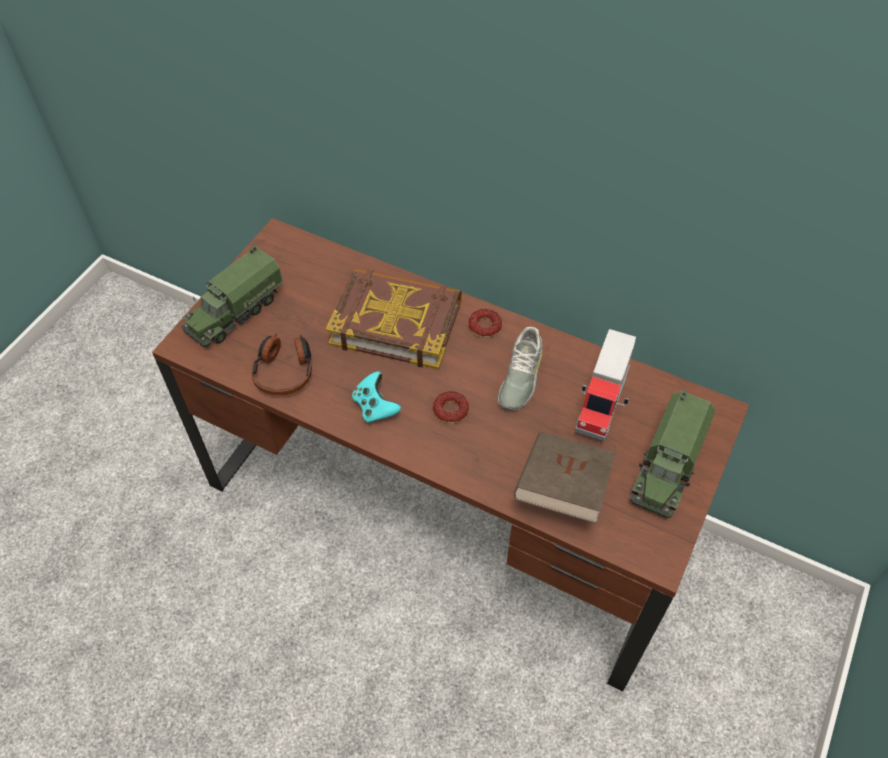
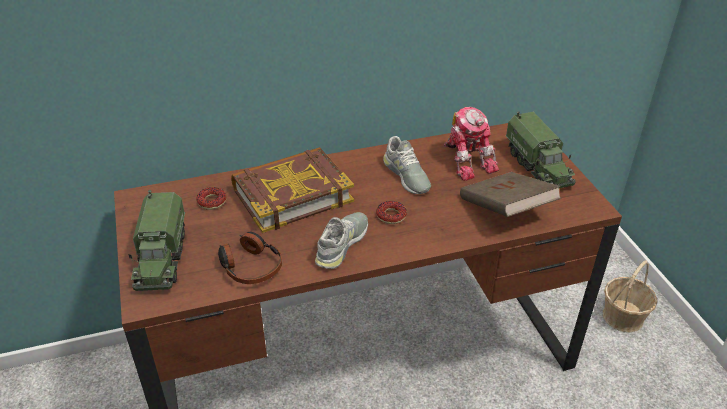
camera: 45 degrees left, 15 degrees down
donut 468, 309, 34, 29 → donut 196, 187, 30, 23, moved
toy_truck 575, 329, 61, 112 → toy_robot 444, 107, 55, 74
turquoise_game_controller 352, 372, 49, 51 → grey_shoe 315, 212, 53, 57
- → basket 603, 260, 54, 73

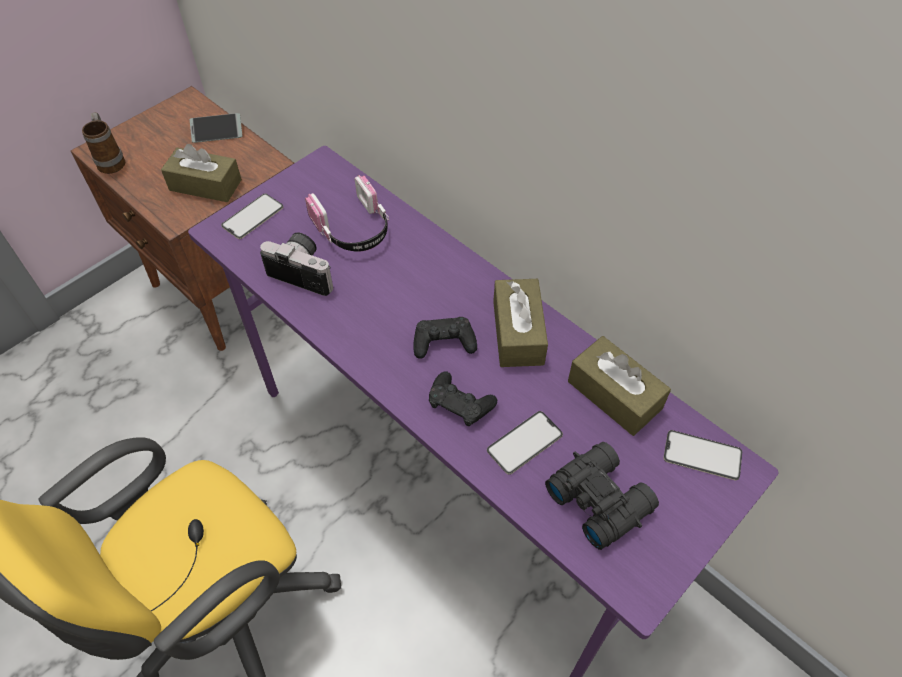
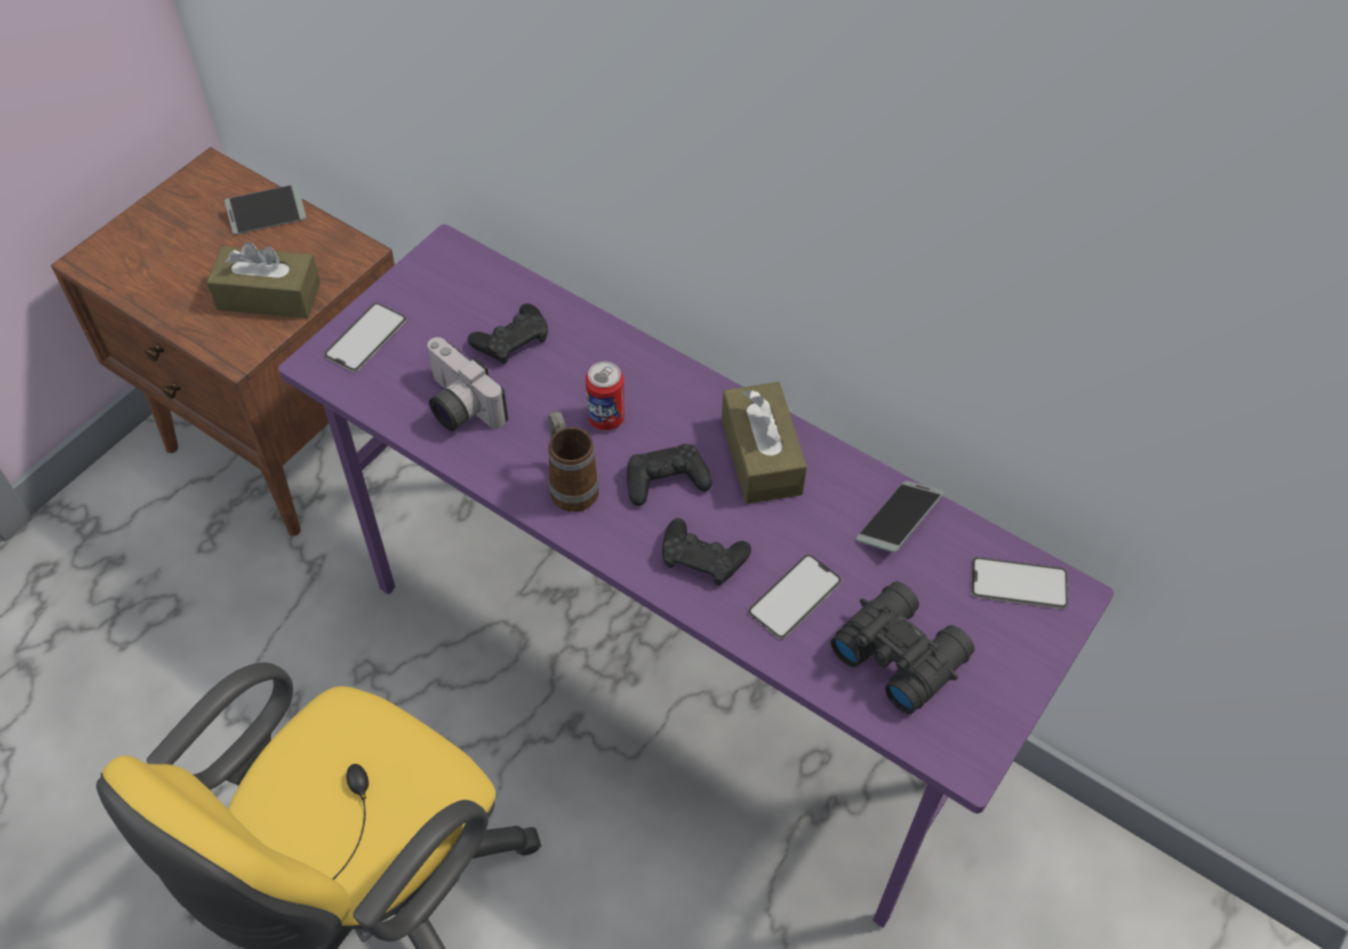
camera: 10 degrees left, 0 degrees up
mug 82, 112, 43, 62 → mug 548, 411, 51, 101, moved
headphones 305, 175, 84, 77 → black_game_controller 468, 303, 80, 62
photo_camera 260, 232, 73, 64 → photo_camera 427, 337, 81, 94, 150 degrees counterclockwise
brown_tissue_box 568, 336, 103, 100 → phone 856, 481, 88, 72
- → can 585, 362, 40, 68

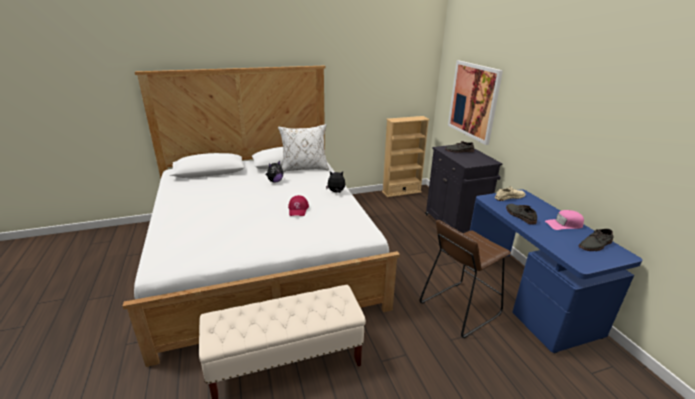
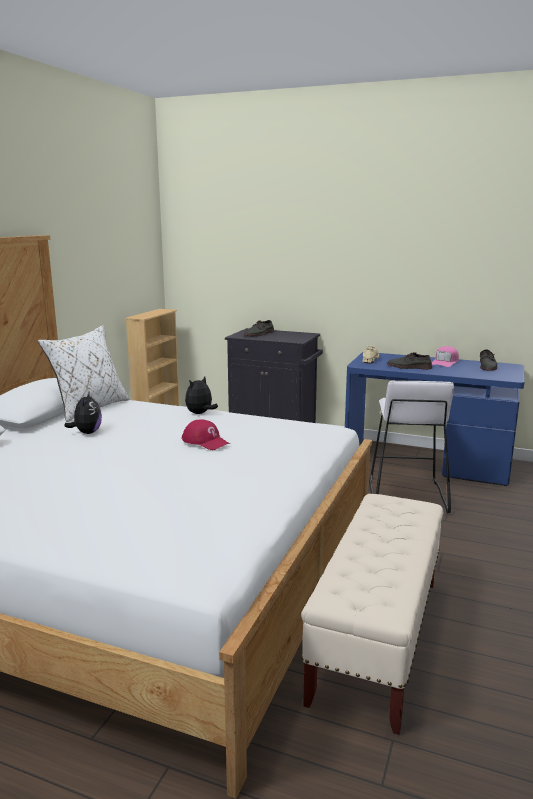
camera: 50 degrees left, 10 degrees down
picture 448, 61, 55, 84 → -
brown_stool 419, 220, 92, 118 → white_stool 369, 380, 85, 133

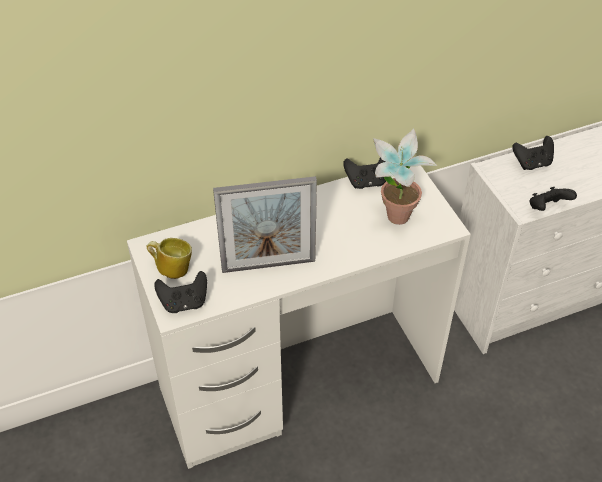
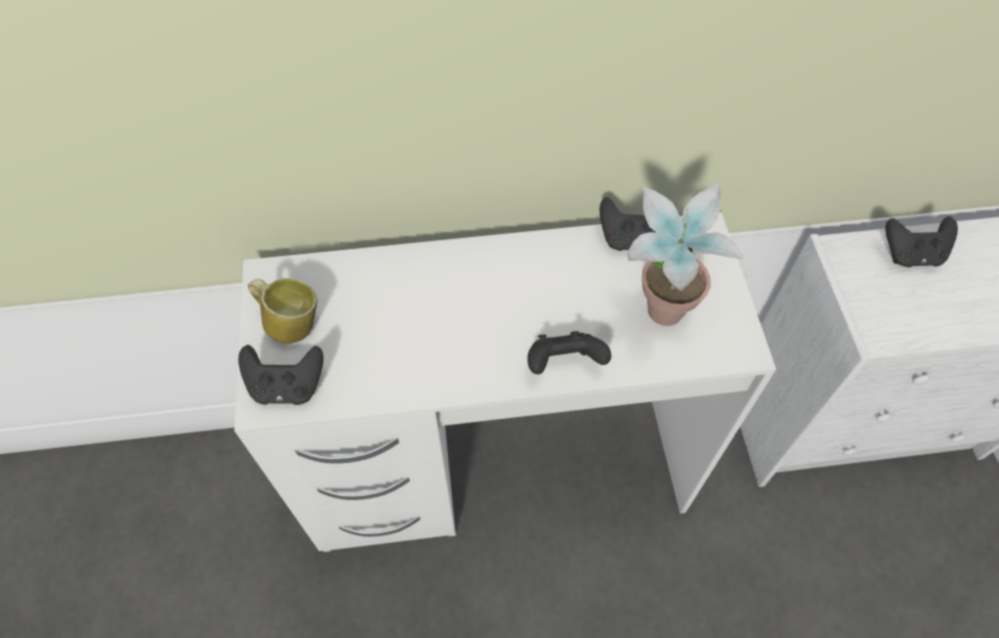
camera: 15 degrees right, 10 degrees up
picture_frame 213, 176, 104, 97 → -
black_game_controller 529, 187, 48, 24 → black_game_controller 527, 331, 84, 43, moved

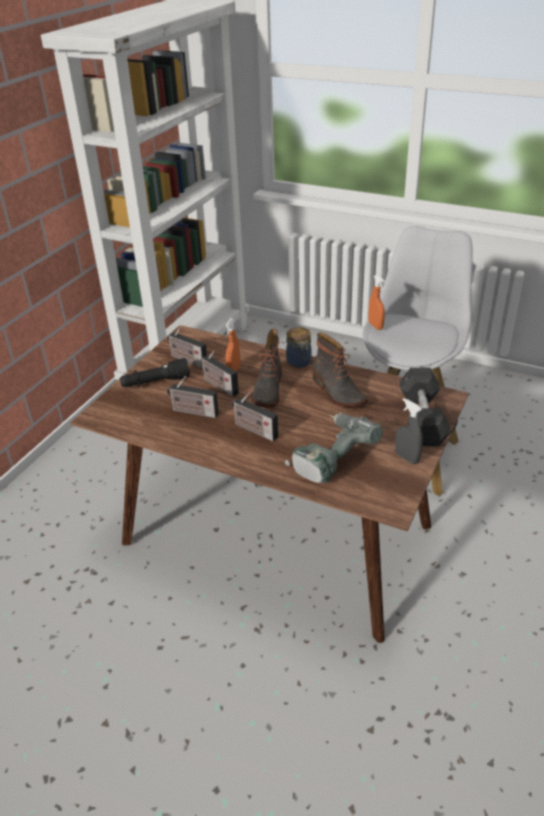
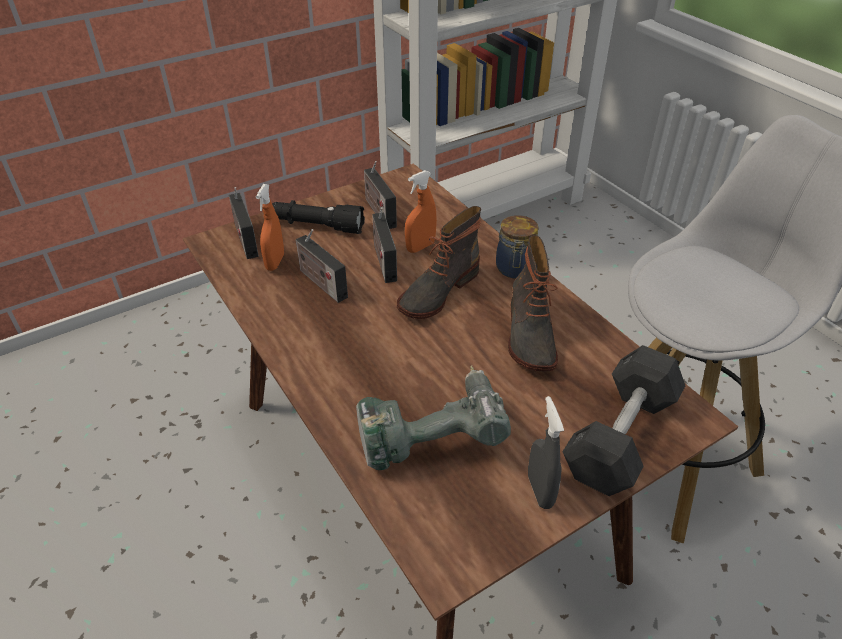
camera: 30 degrees right, 5 degrees up
orange_spray_bottle 368, 274, 17, 56 → orange_spray_bottle 256, 184, 28, 87, moved
radio 231, 393, 47, 48 → radio 229, 187, 30, 72, moved

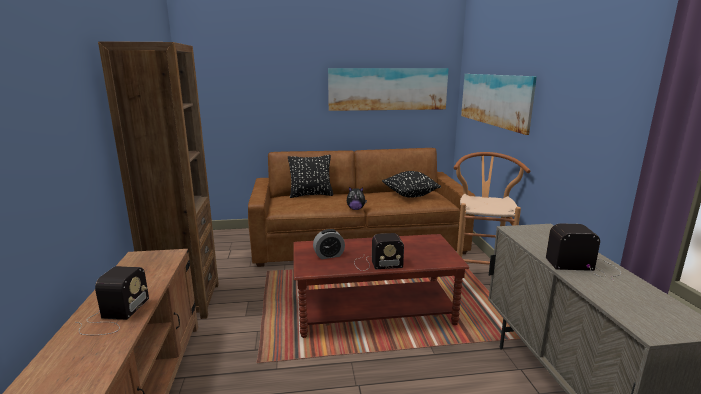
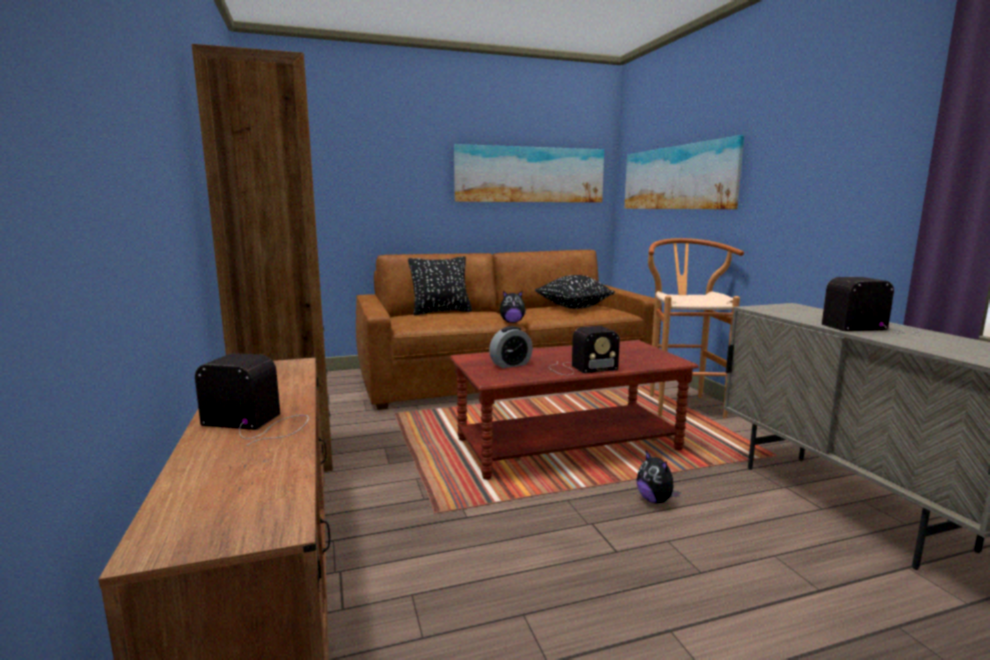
camera: 10 degrees left, 5 degrees down
radio 76, 266, 73, 69 → radio 195, 353, 114, 93, 75 degrees counterclockwise
- → plush_toy 636, 451, 44, 53

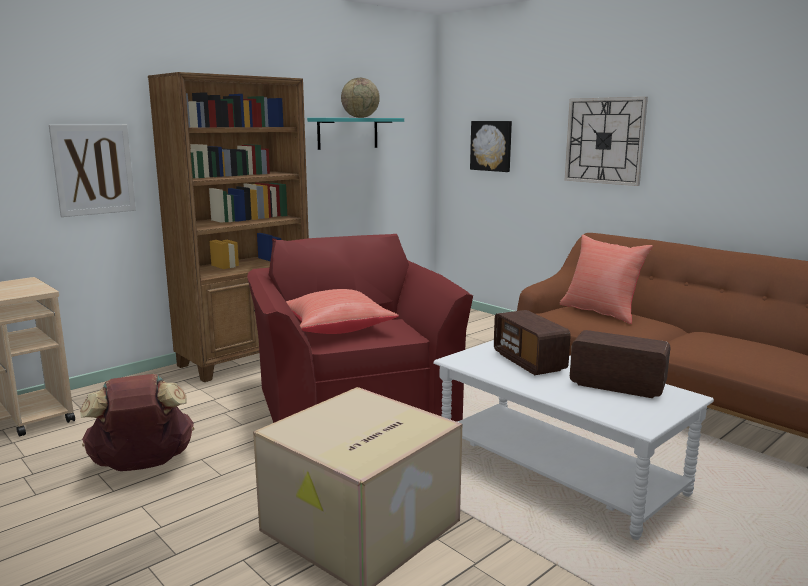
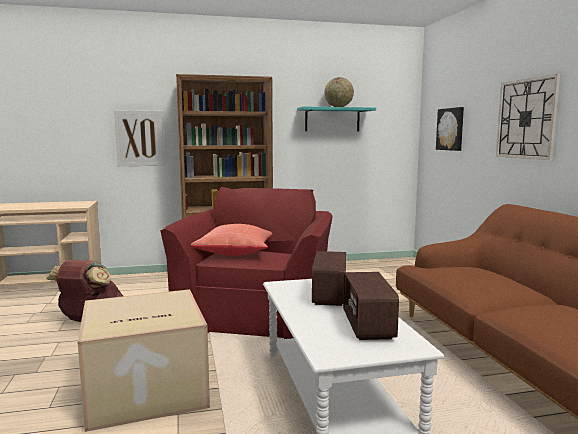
camera: 30 degrees right, 5 degrees down
red_pillow 560, 235, 93, 89 → -
radio 570, 330, 101, 68 → radio 343, 272, 56, 68, 150 degrees counterclockwise

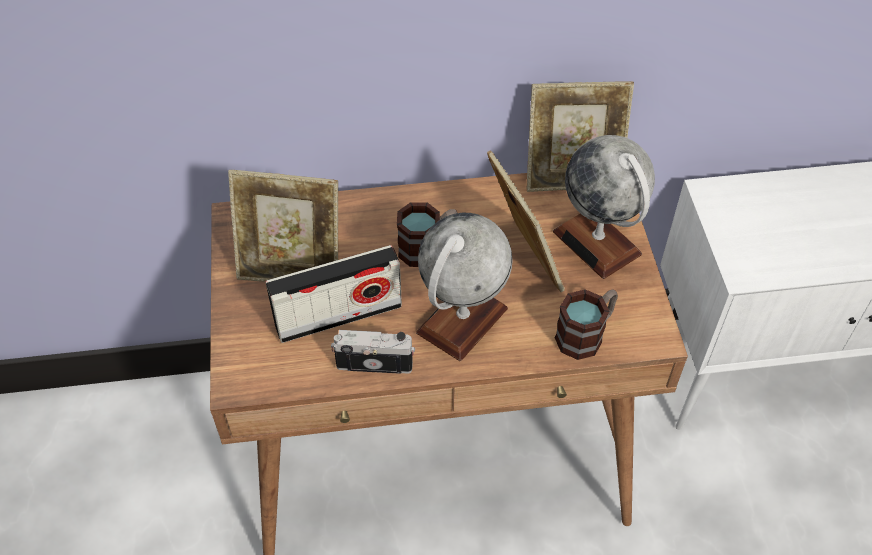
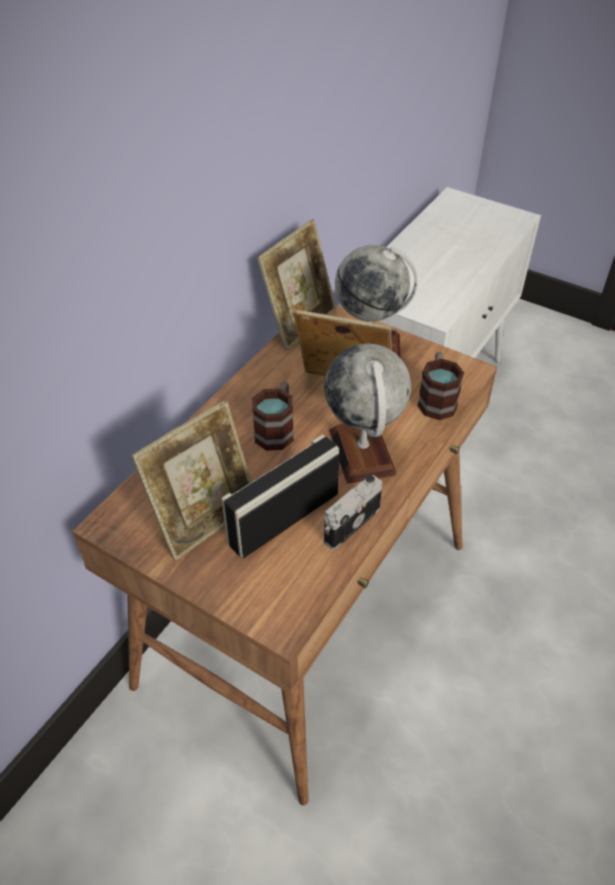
camera: 50 degrees left, 5 degrees down
radio 266, 245, 136, 98 → radio 221, 434, 119, 124, 150 degrees counterclockwise

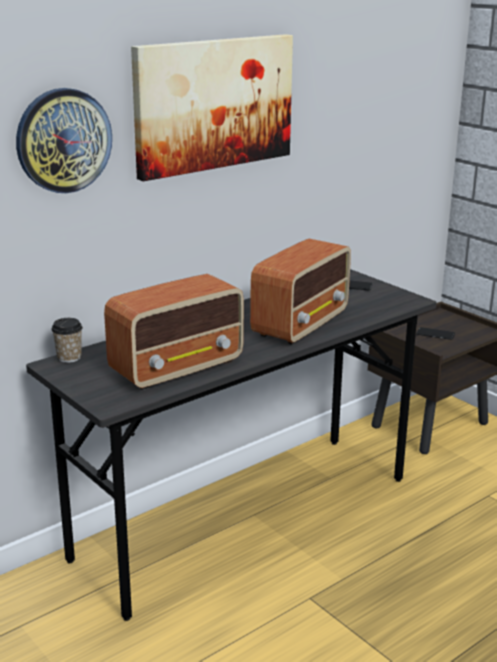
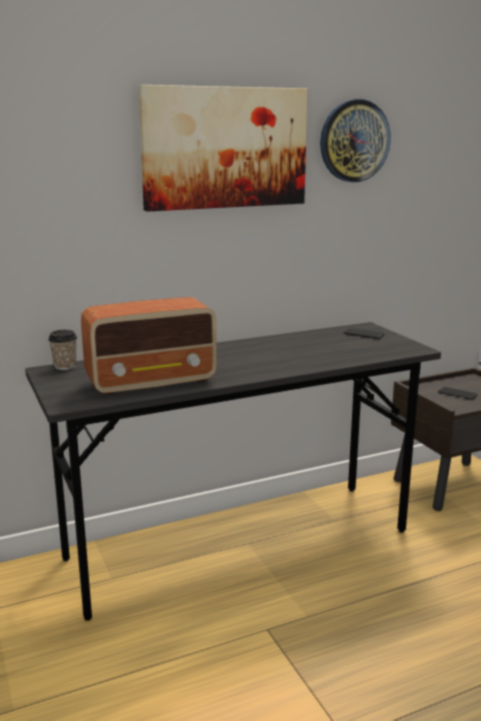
camera: 15 degrees right, 5 degrees down
wall_clock 16, 88, 96, 105 → wall_clock 320, 99, 71, 83, moved
radio 250, 239, 101, 106 → -

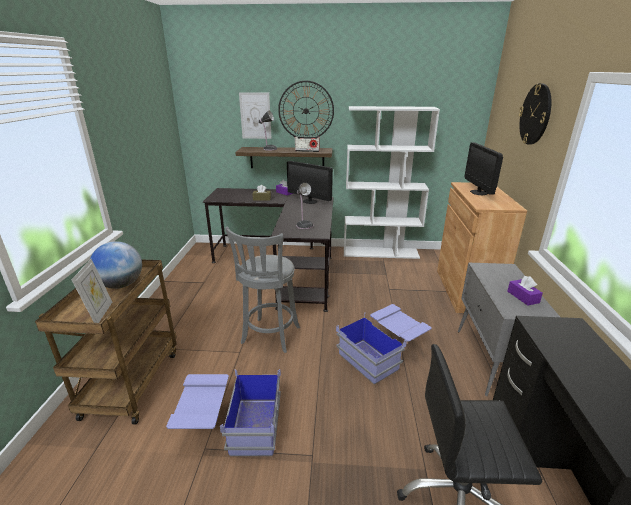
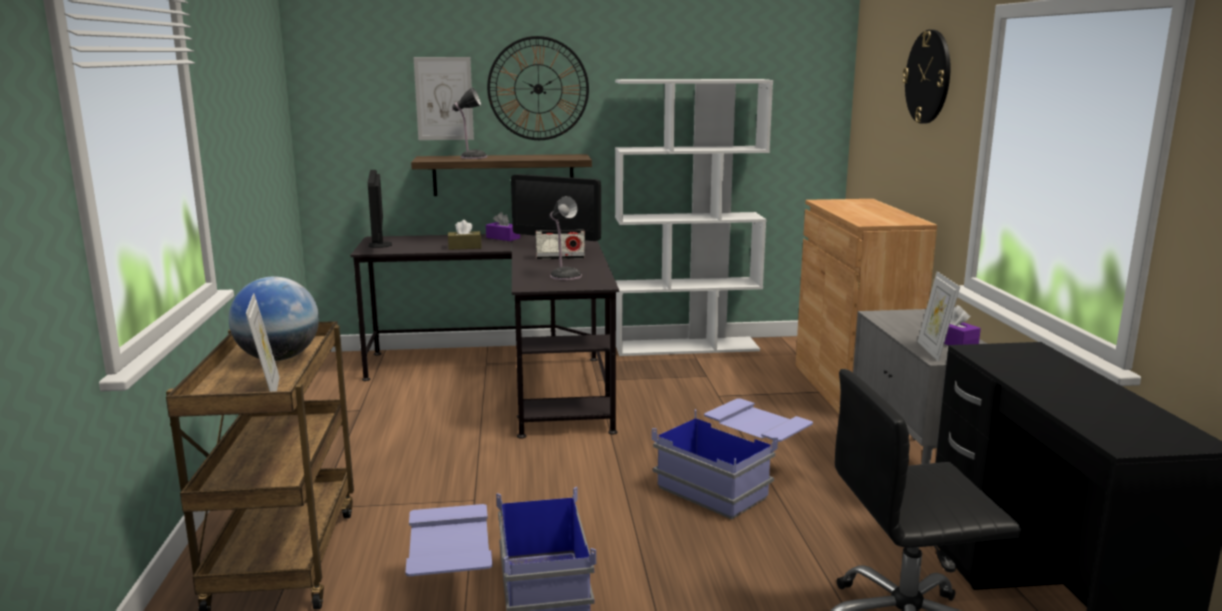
camera: 10 degrees left, 10 degrees down
radio 295, 136, 25, 16 → radio 536, 230, 49, 29, moved
monitor 465, 142, 38, 53 → monitor 368, 170, 24, 78, moved
grey_stool 225, 227, 75, 126 → -
- → picture_frame 917, 271, 43, 91

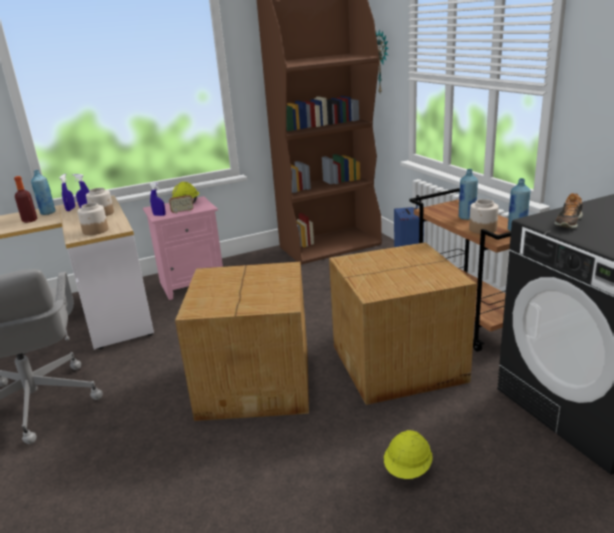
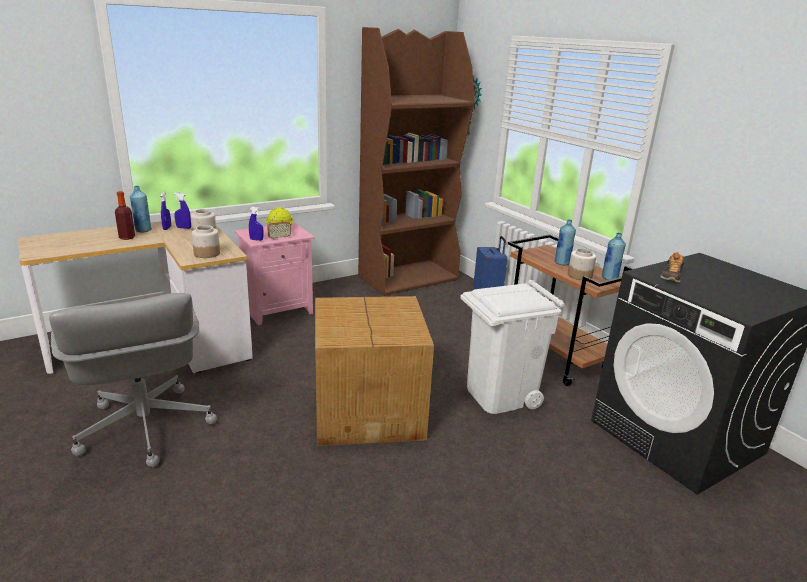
camera: 10 degrees left, 0 degrees up
cardboard_box 329, 242, 148, 163 → white_trash_can 460, 280, 105, 134
yellow_hard_hat 384, 430, 49, 49 → -

